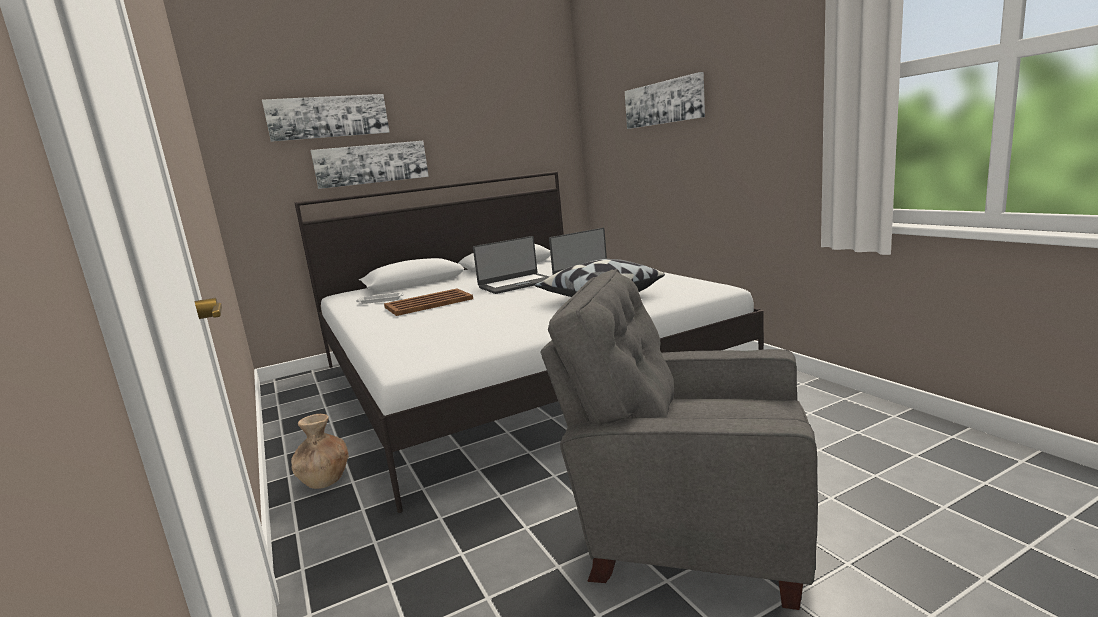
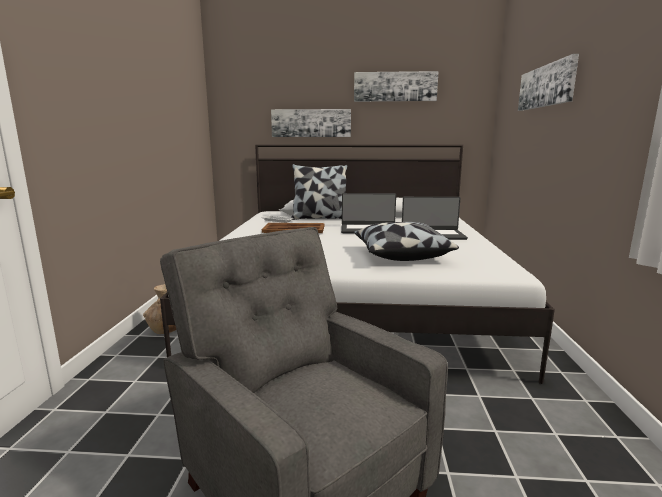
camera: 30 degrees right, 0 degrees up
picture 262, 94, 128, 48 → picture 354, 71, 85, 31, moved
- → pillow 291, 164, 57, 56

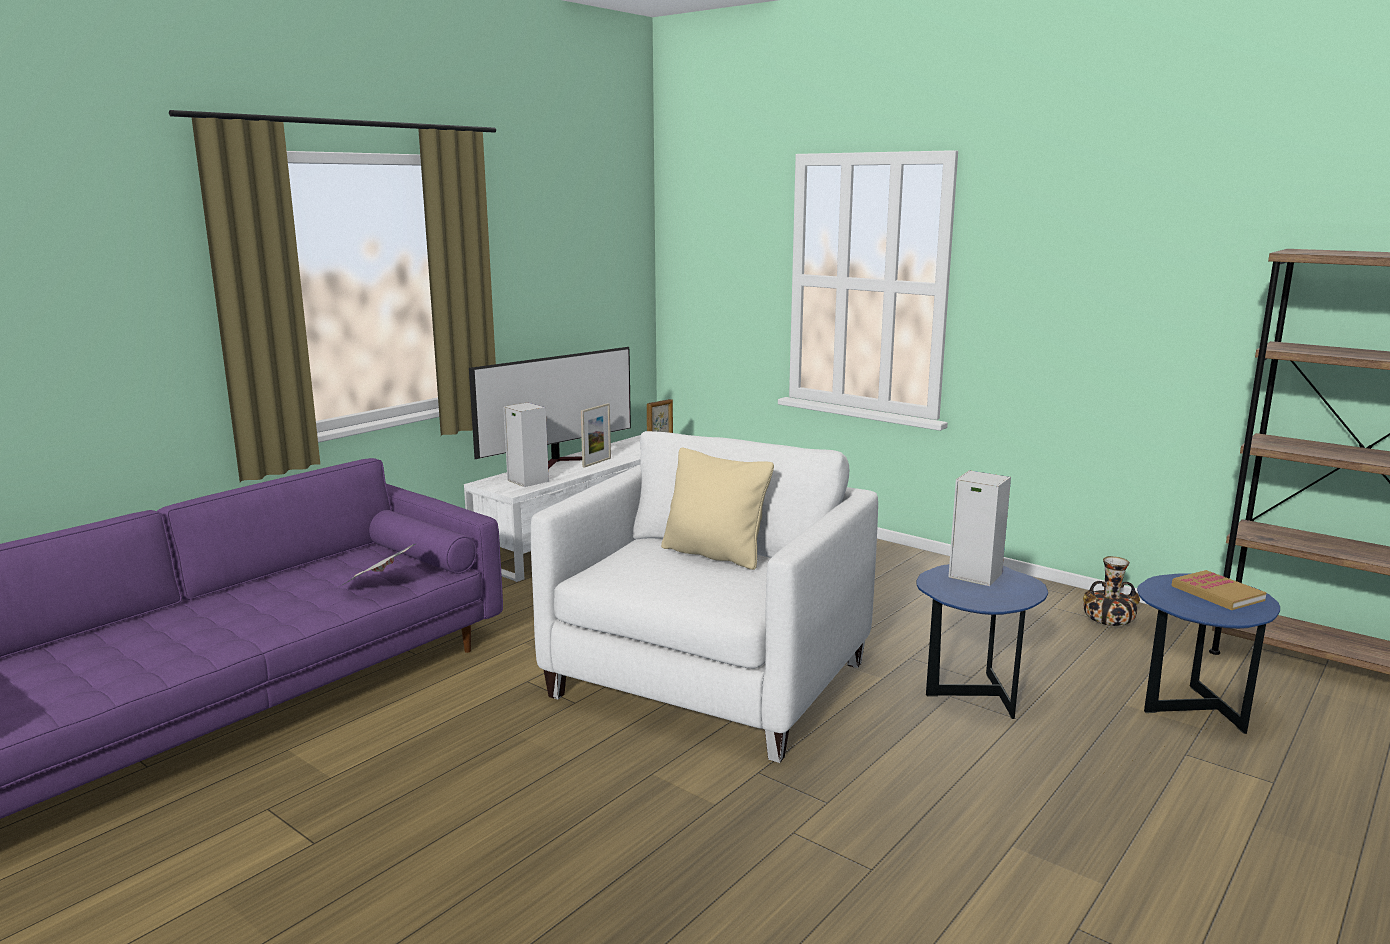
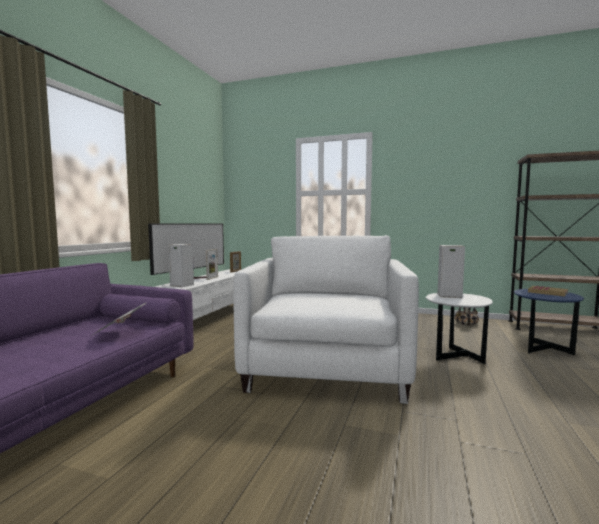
camera: 20 degrees left, 10 degrees down
beige_pillow 661, 448, 113, 122 → -
blue_side_table 917, 564, 131, 155 → white_side_table 426, 293, 67, 71

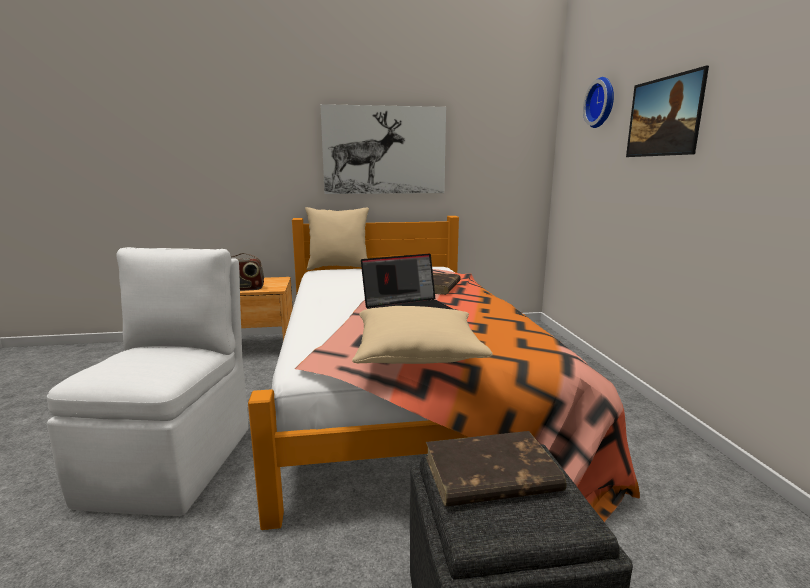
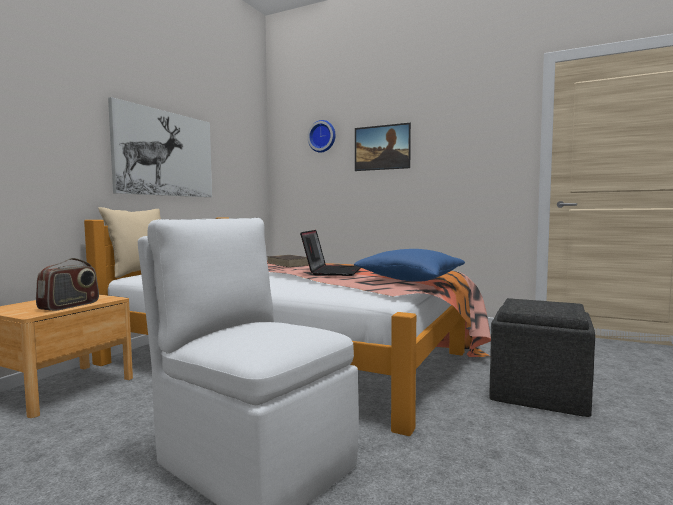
camera: 55 degrees left, 10 degrees down
beige_pillow 352, 306, 141, 58 → blue_pillow 354, 249, 111, 33
brown_book 426, 431, 141, 76 → -

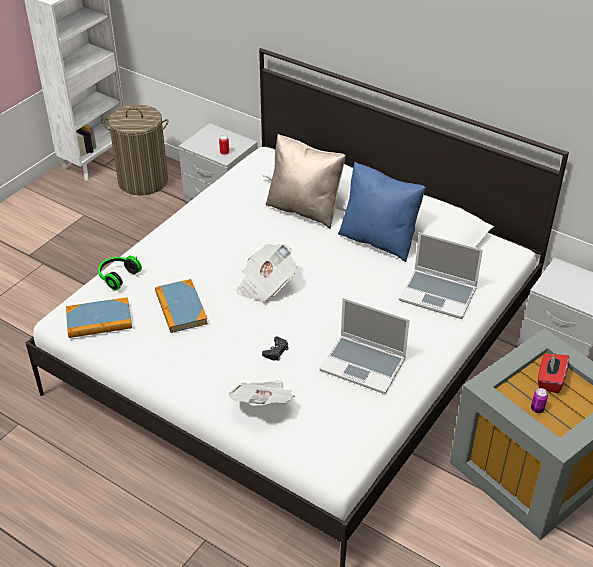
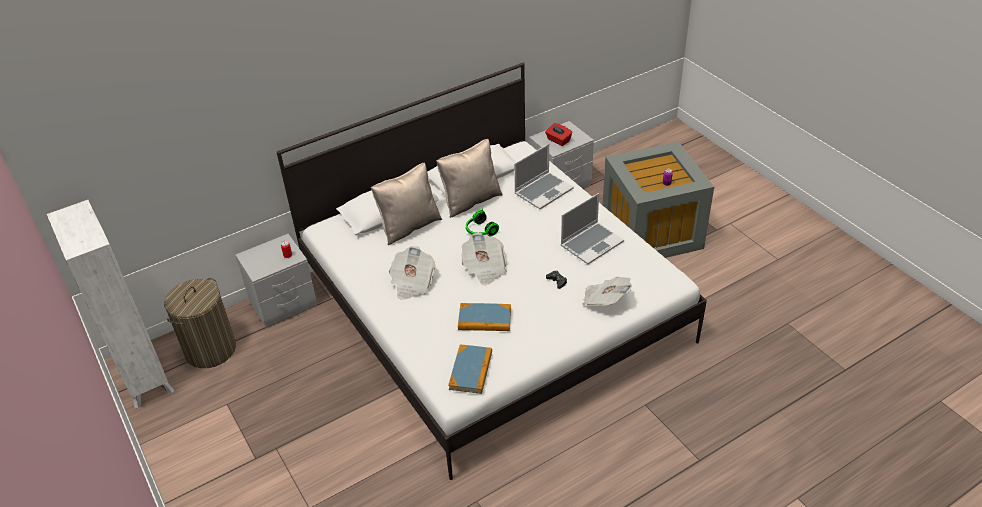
camera: 65 degrees left, 0 degrees up
blue_pillow 338, 162, 88, 100 → beige_pillow 436, 139, 66, 79
headphones 98, 256, 44, 35 → headphones 466, 207, 33, 29, moved
red_tissue_box 538, 353, 31, 40 → red_tissue_box 545, 123, 27, 23, moved
- → newspaper 389, 246, 47, 54

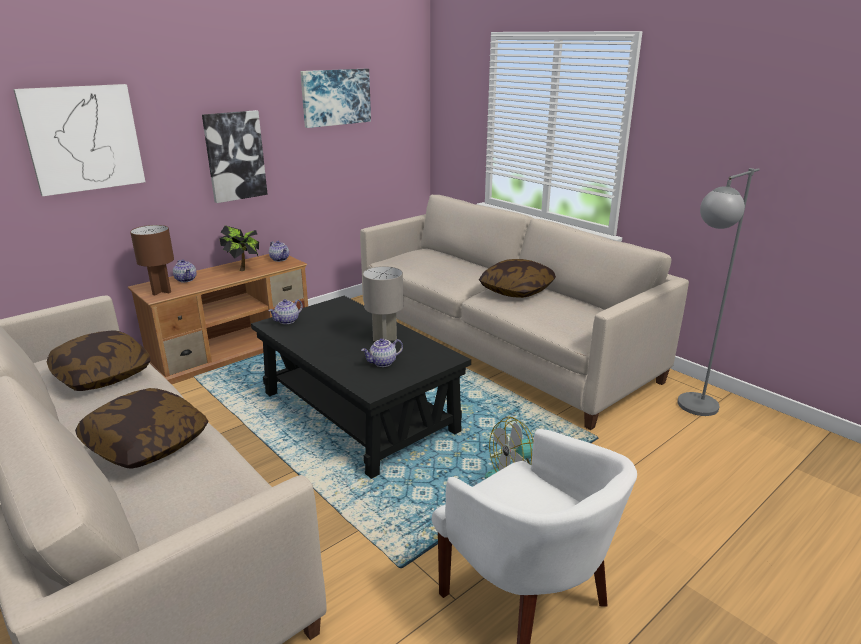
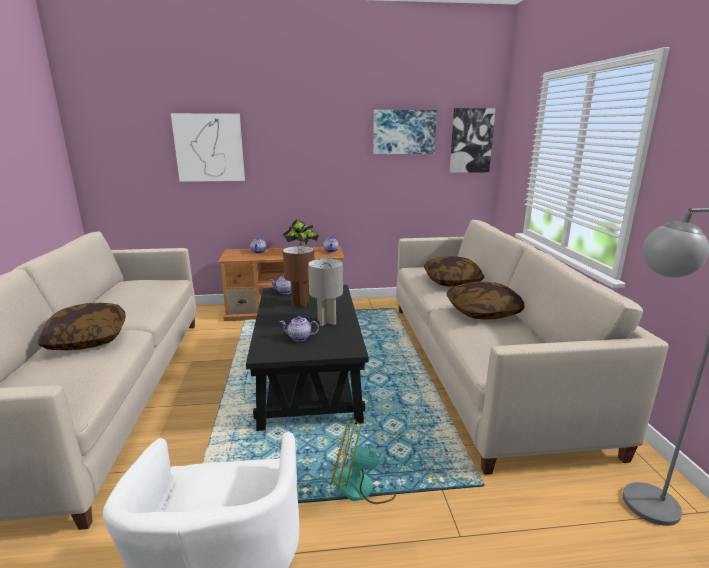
camera: 35 degrees right, 5 degrees down
picture 202, 110, 66, 93 → picture 450, 108, 46, 65, moved
brown_table_lamp 130, 225, 44, 70 → brown_table_lamp 283, 246, 31, 61, moved
pillow 47, 330, 103, 61 → pillow 424, 256, 61, 31, moved

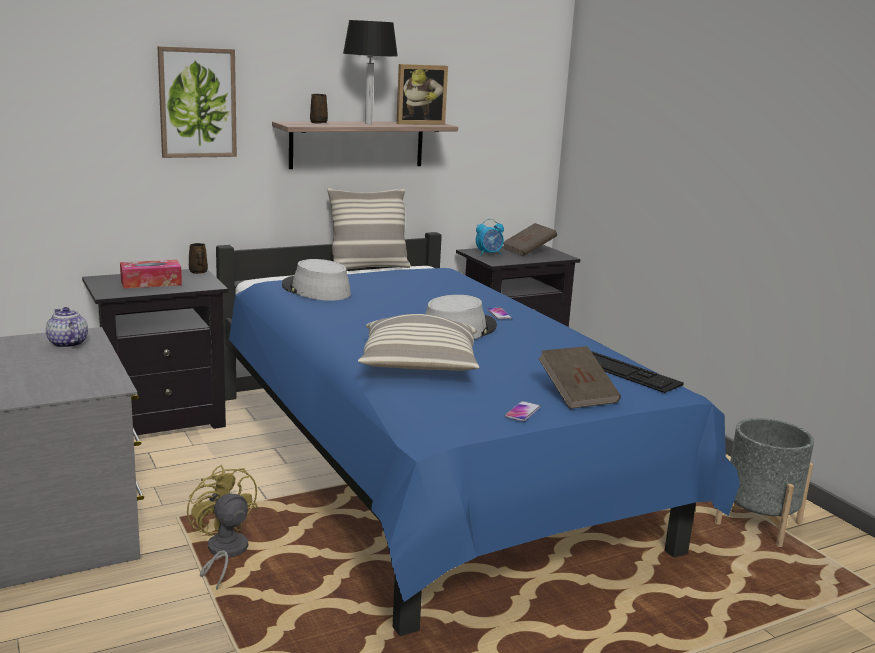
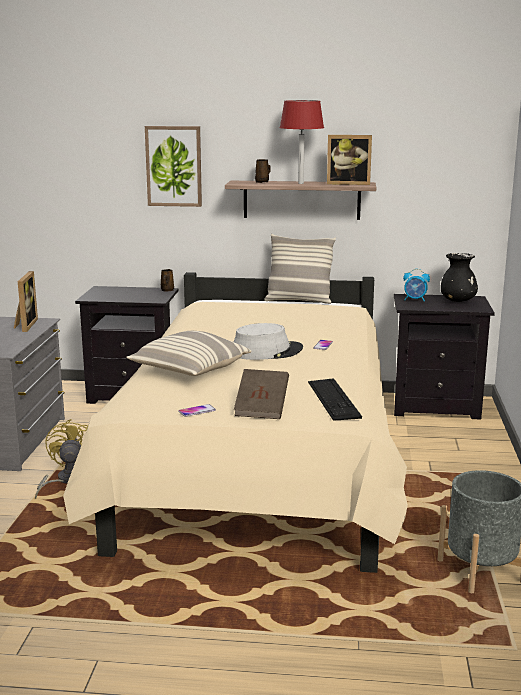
camera: 35 degrees right, 0 degrees up
black_table_lamp 343, 20, 55, 104 → red_table_lamp 280, 100, 44, 84
brown_book 503, 223, 54, 33 → black_vase 441, 253, 37, 49
blue_bed 216, 232, 524, 404 → beige_bed 63, 272, 345, 301
grey_hat 282, 259, 69, 42 → -
tissue_box 120, 260, 62, 29 → -
teapot 46, 307, 42, 41 → picture_frame 14, 271, 24, 61

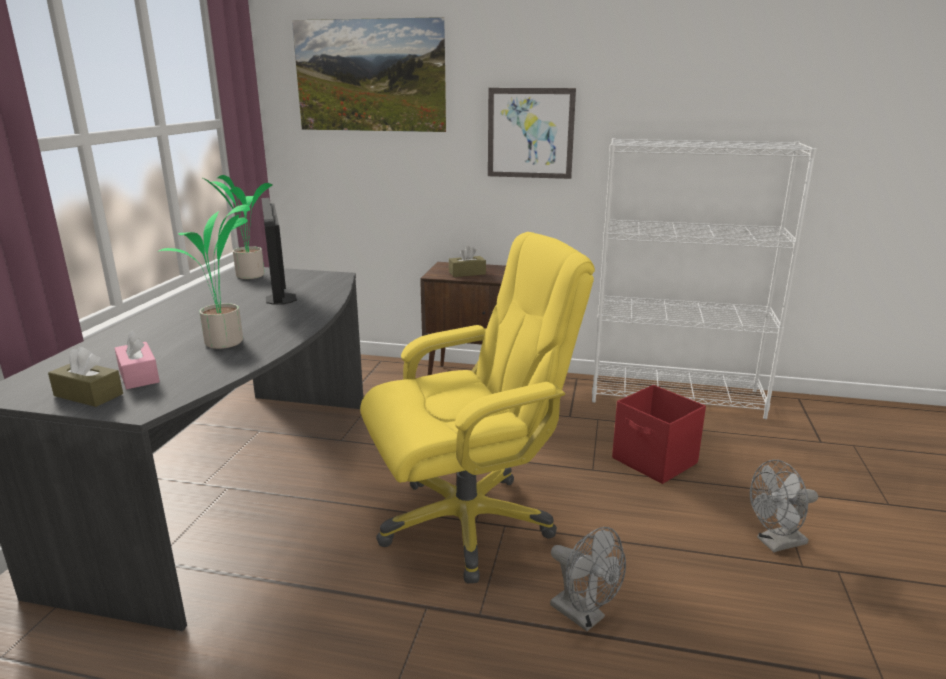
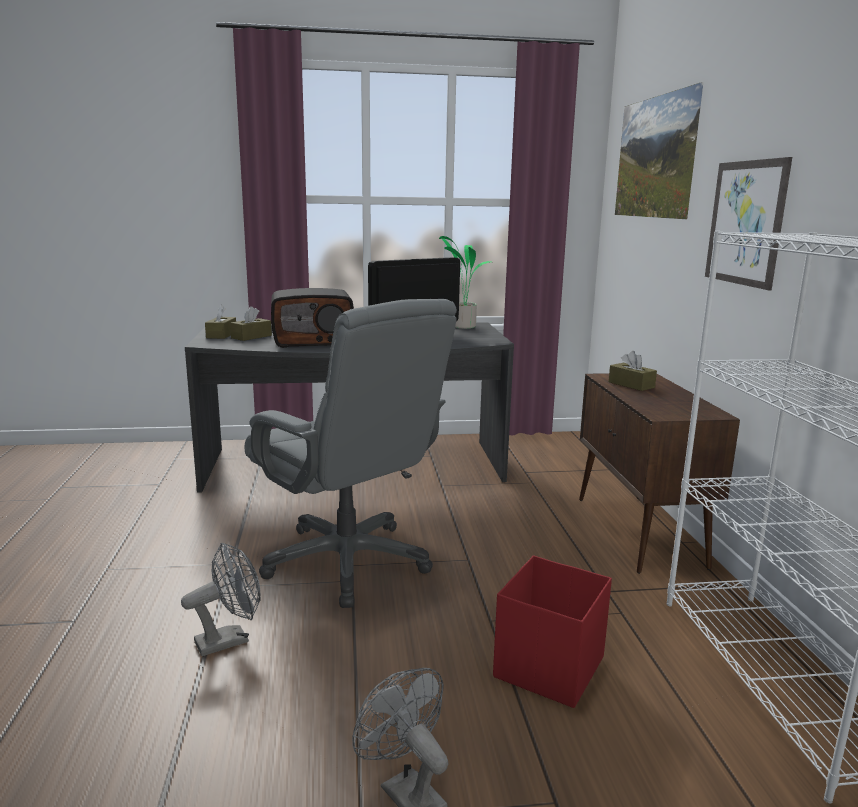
camera: 70 degrees right, 5 degrees down
potted_plant 159, 205, 91, 144 → radio 271, 288, 83, 60
yellow_office_chair 360, 232, 235, 351 → grey_office_chair 244, 299, 213, 309
pink_tissue_box 115, 330, 45, 59 → brown_tissue_box 230, 306, 42, 35
grey_fan 550, 527, 76, 104 → grey_fan 181, 543, 80, 113, 150 degrees counterclockwise

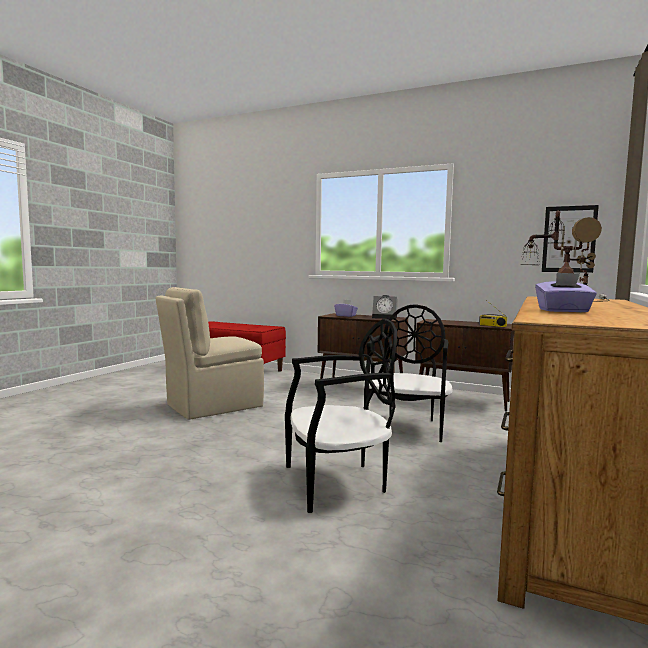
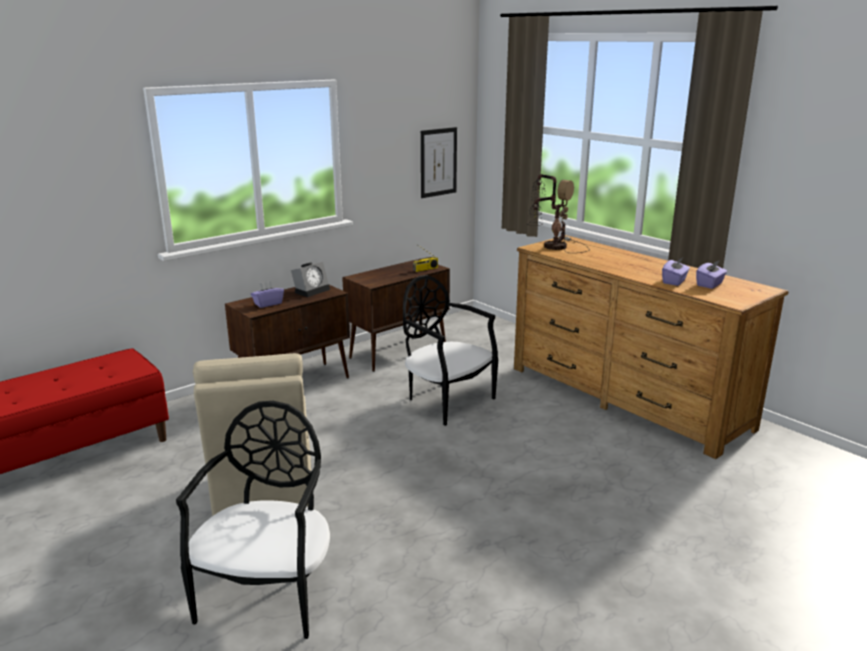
camera: 65 degrees left, 15 degrees up
black_chair 285, 319, 112, 194 → black_chair 176, 401, 154, 238, moved
- → purple_tissue_box 696, 260, 31, 29

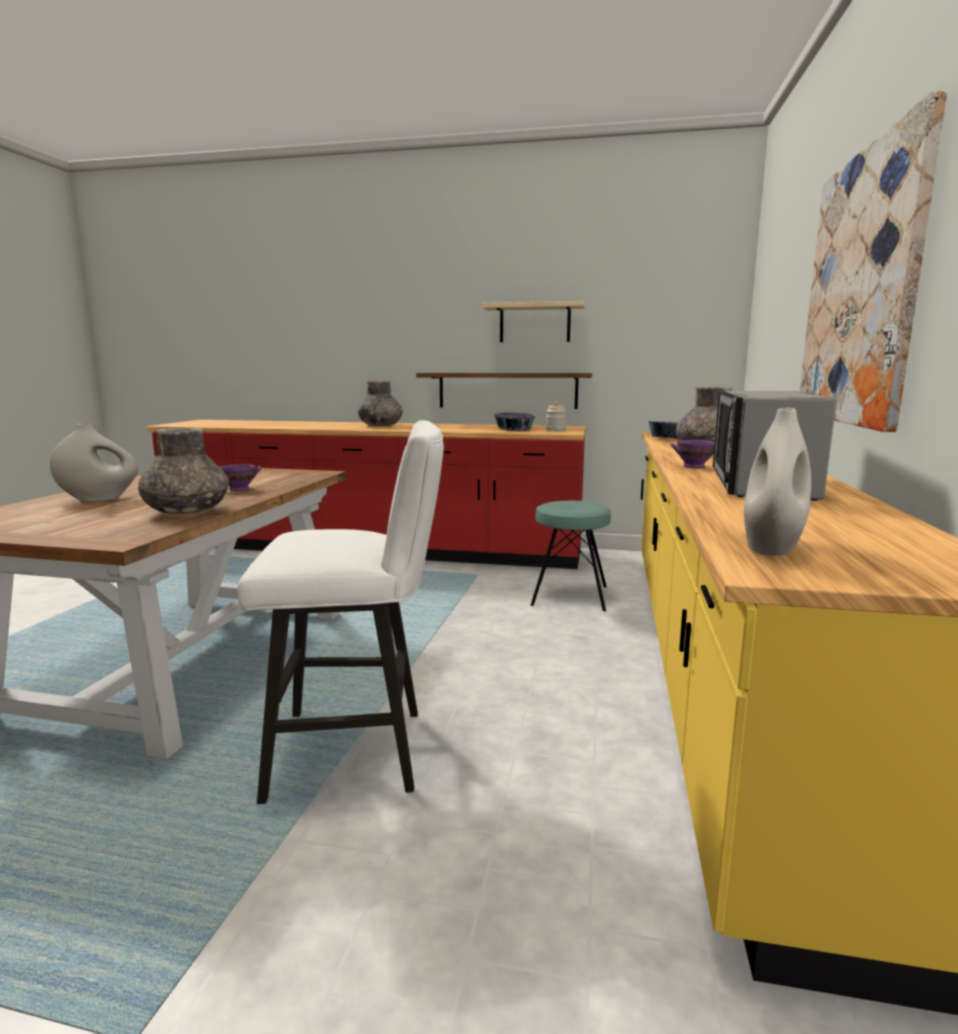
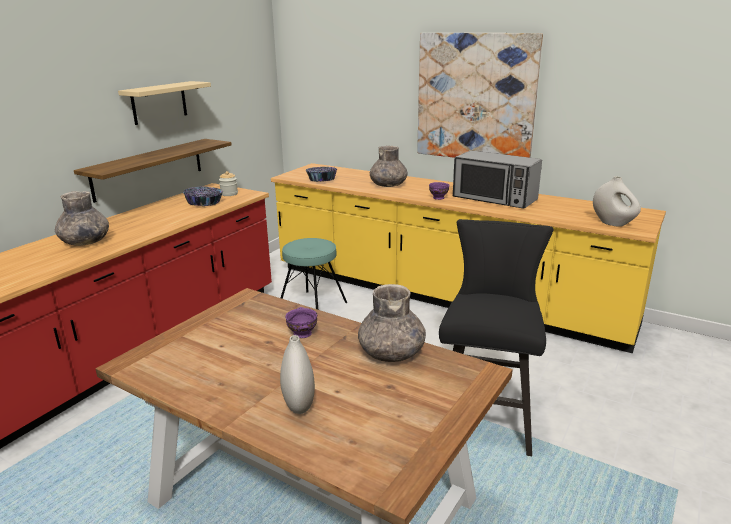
camera: 70 degrees left, 10 degrees up
white_stool 237, 420, 207, 384 → black_stool 439, 219, 114, 237

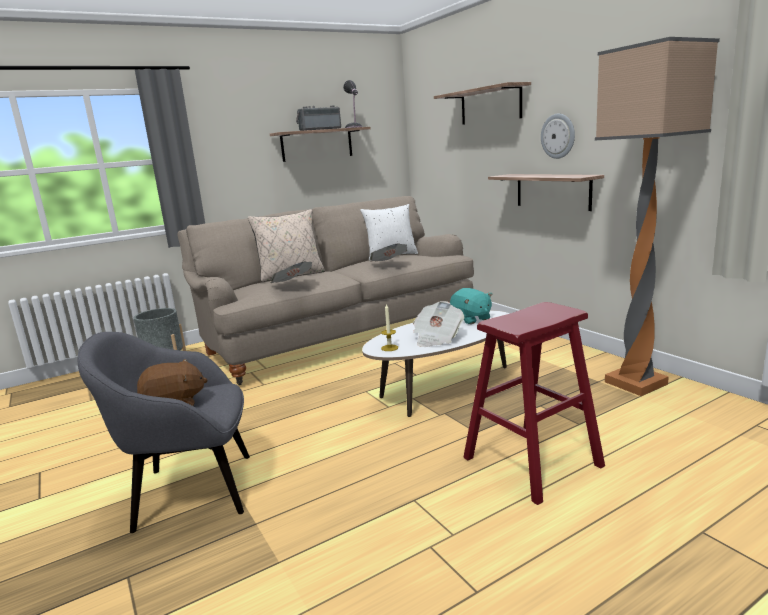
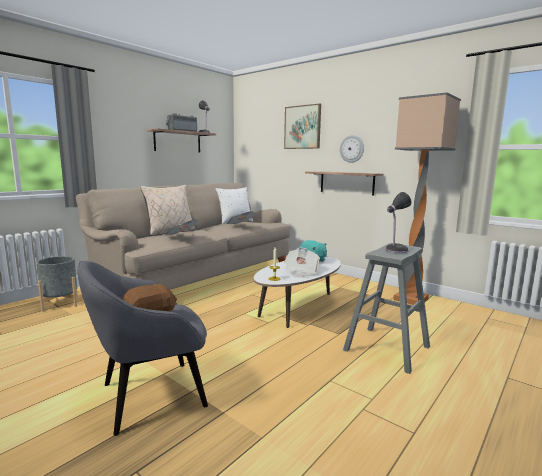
camera: 20 degrees left, 5 degrees down
shelf 434, 82, 97, 43 → picture 284, 103, 37, 46
red_stool 463, 302, 142, 203 → grey_stool 343, 243, 87, 131
- → table_lamp 385, 192, 27, 61

